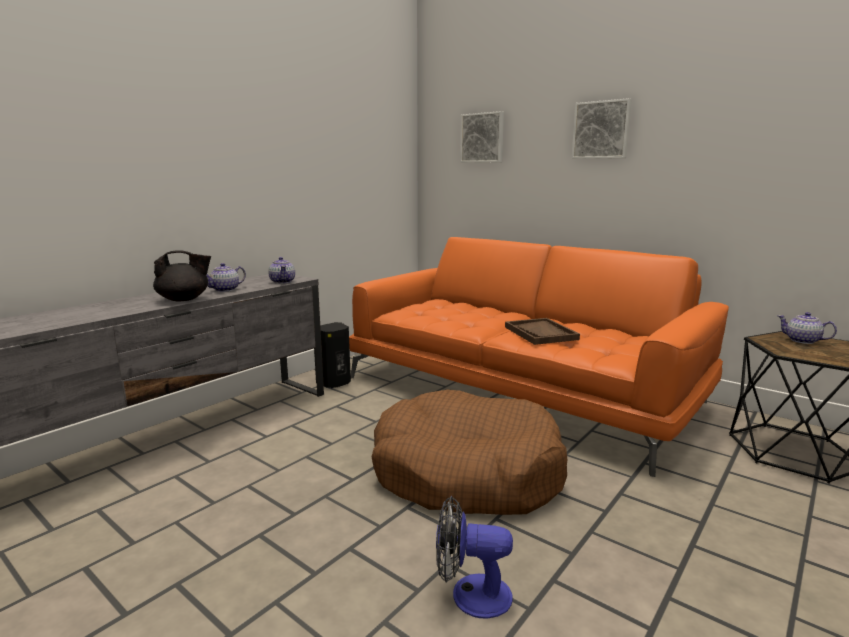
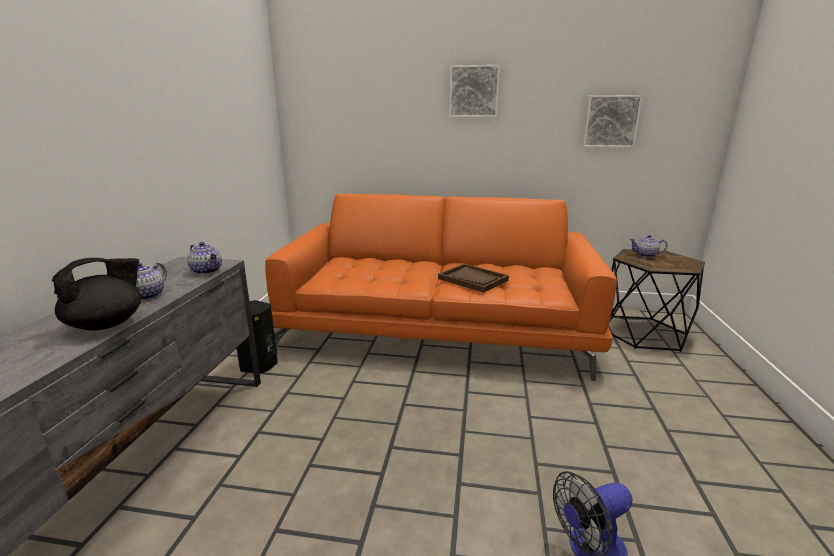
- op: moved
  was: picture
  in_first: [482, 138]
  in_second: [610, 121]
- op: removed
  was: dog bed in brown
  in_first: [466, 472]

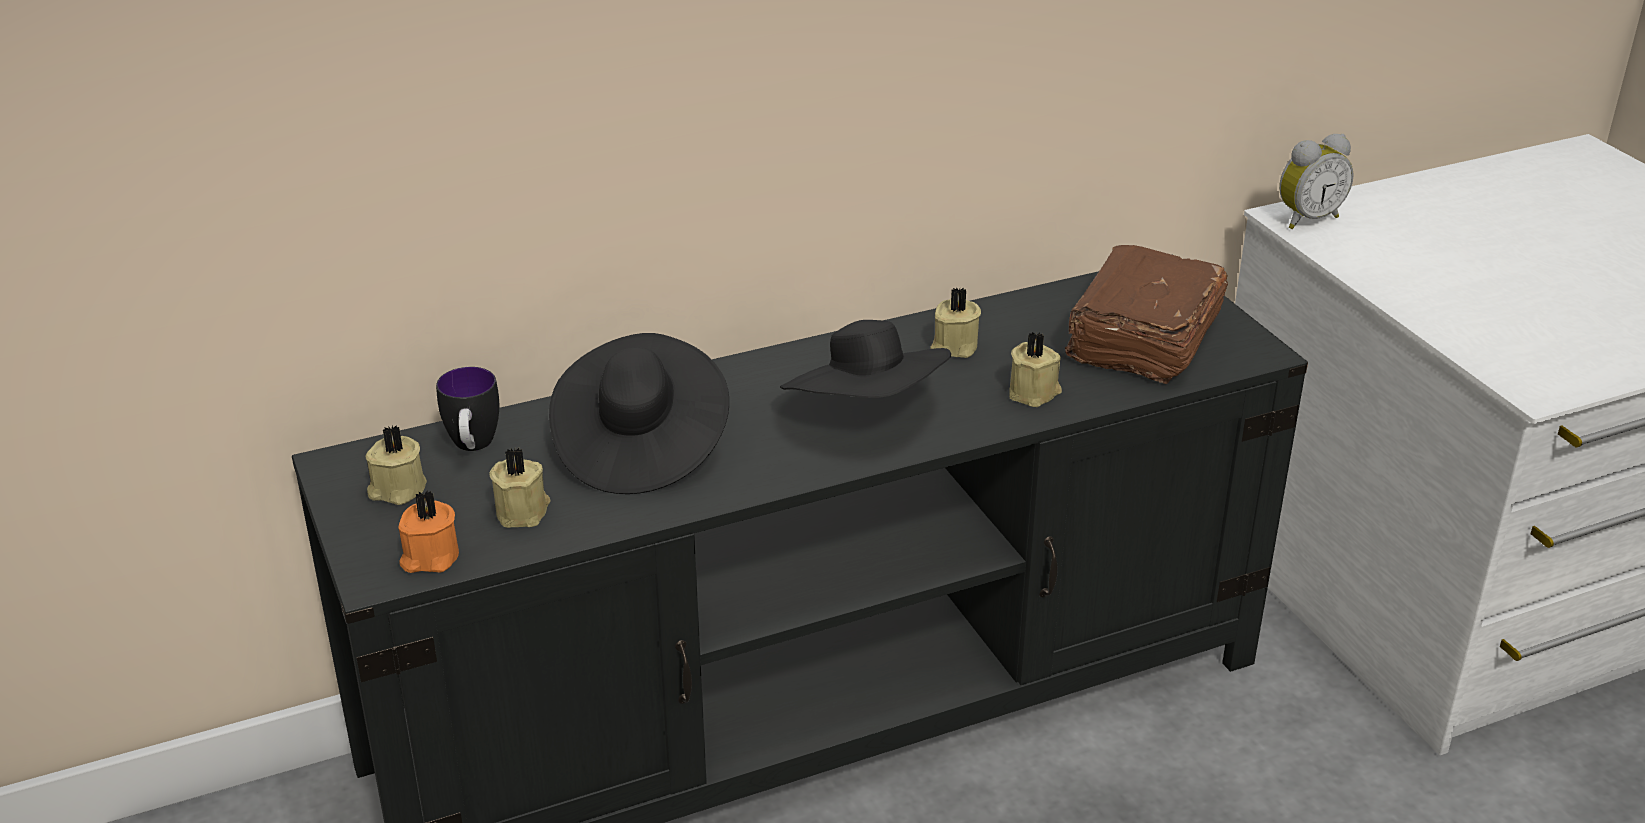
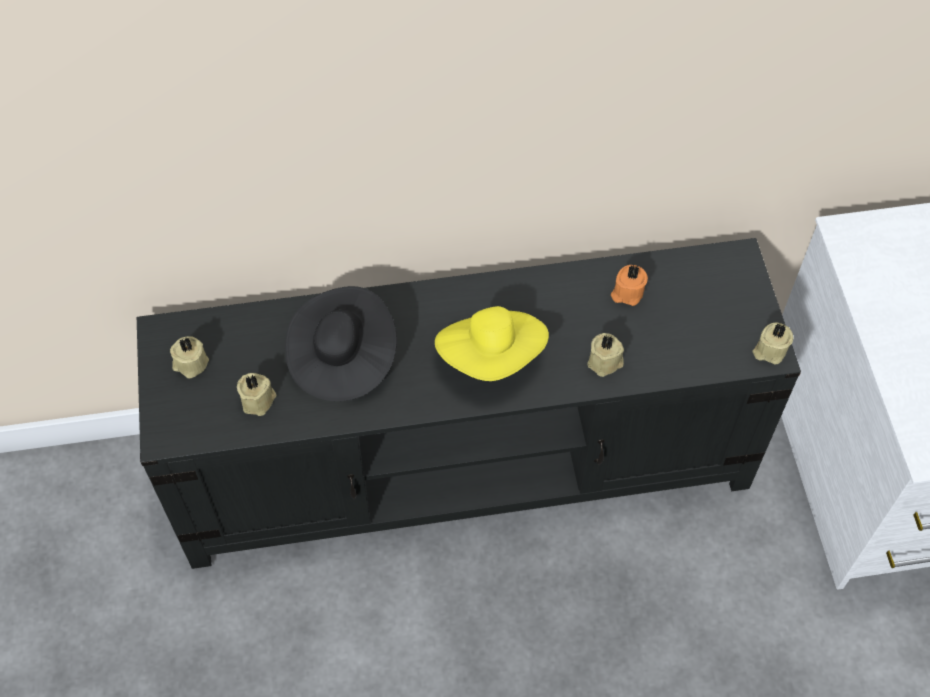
- op: removed
  was: alarm clock
  in_first: [1306, 219]
- op: removed
  was: book in brown
  in_first: [1142, 340]
- op: moved
  was: candle in beige
  in_first: [953, 347]
  in_second: [769, 350]
- op: recoloured
  was: hat in black
  now: hat in yellow
  in_first: [867, 411]
  in_second: [492, 356]
- op: removed
  was: mug
  in_first: [472, 447]
- op: moved
  was: candle in orange
  in_first: [429, 557]
  in_second: [627, 293]

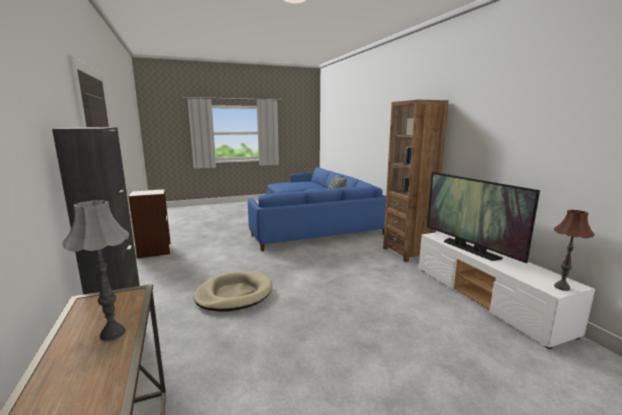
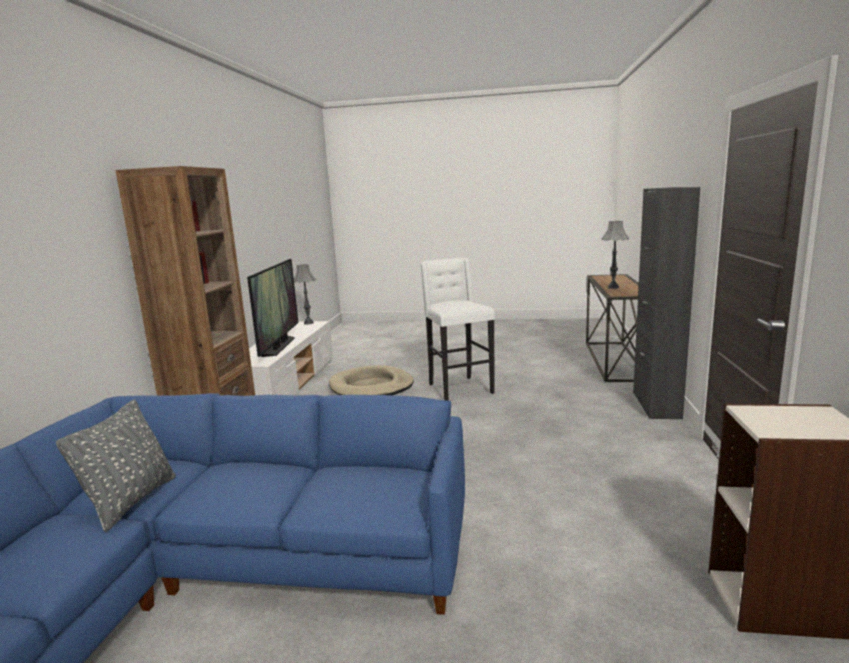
- op: recoloured
  was: table lamp in brown
  now: table lamp in grey
  in_first: [562, 287]
  in_second: [308, 323]
- op: moved
  was: dog bed in beige
  in_first: [234, 294]
  in_second: [371, 387]
- op: added
  now: stool in white
  in_second: [458, 389]

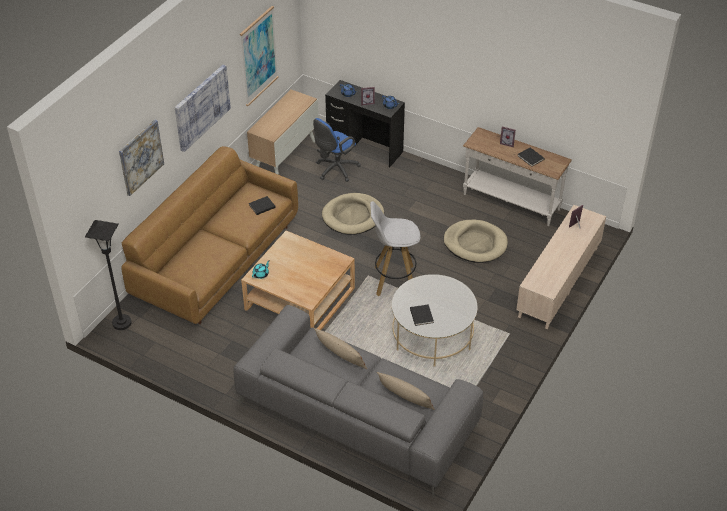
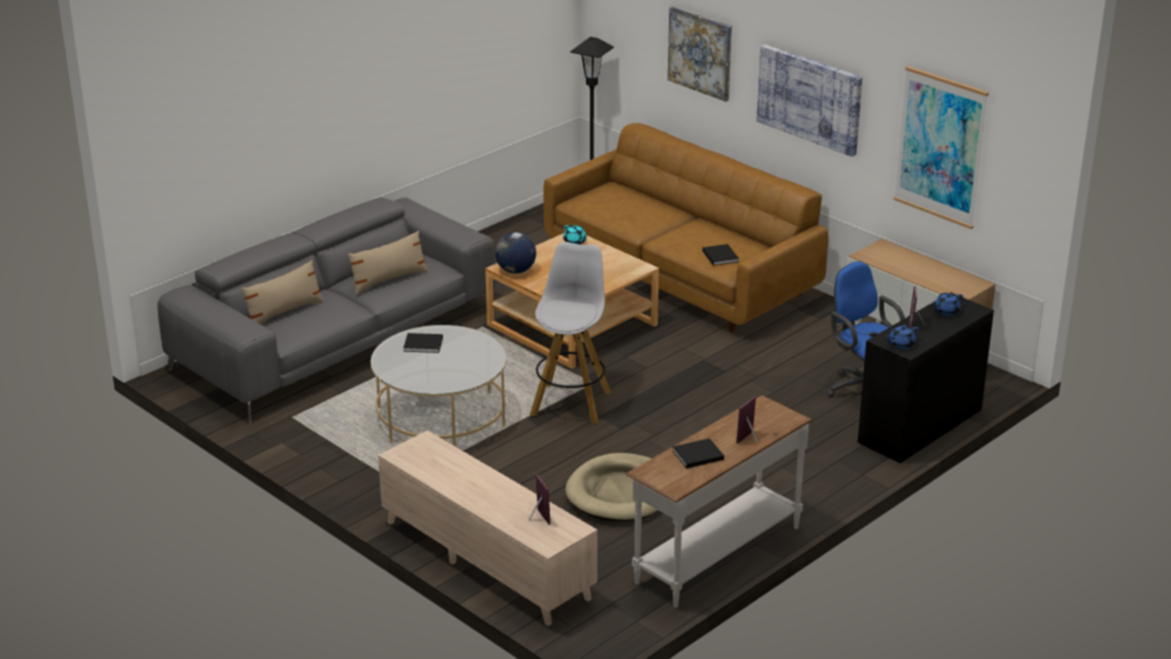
- op: removed
  was: dog bed in beige
  in_first: [353, 216]
- op: added
  now: globe
  in_second: [515, 271]

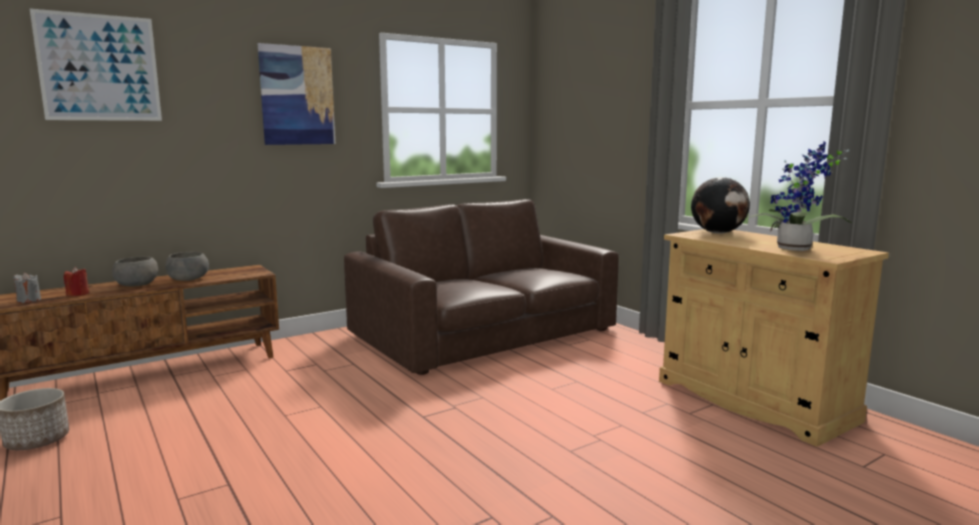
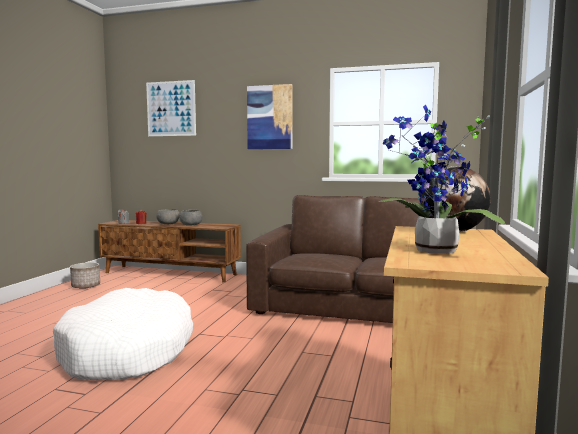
- op: added
  now: dog bed in white
  in_second: [128, 351]

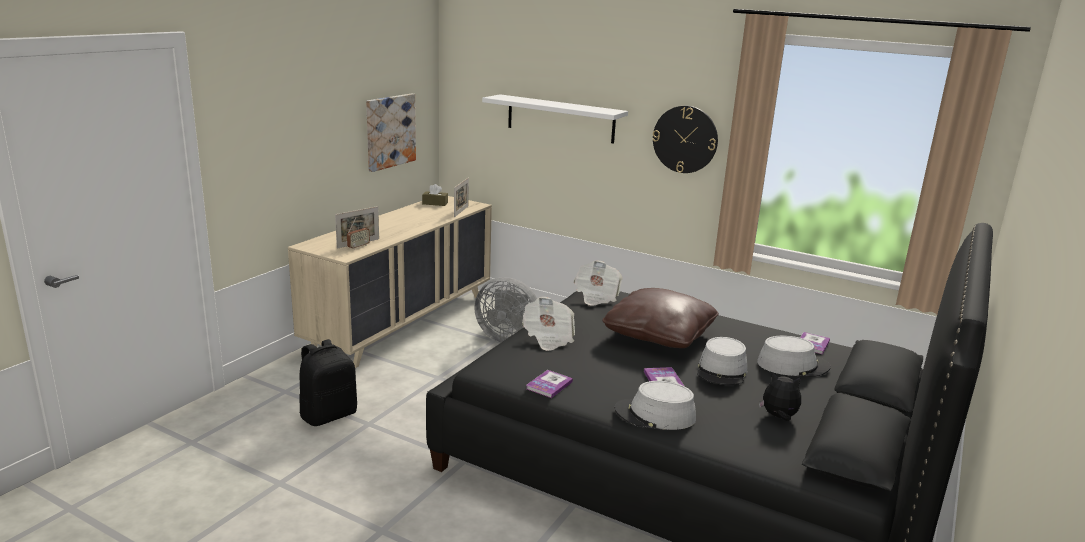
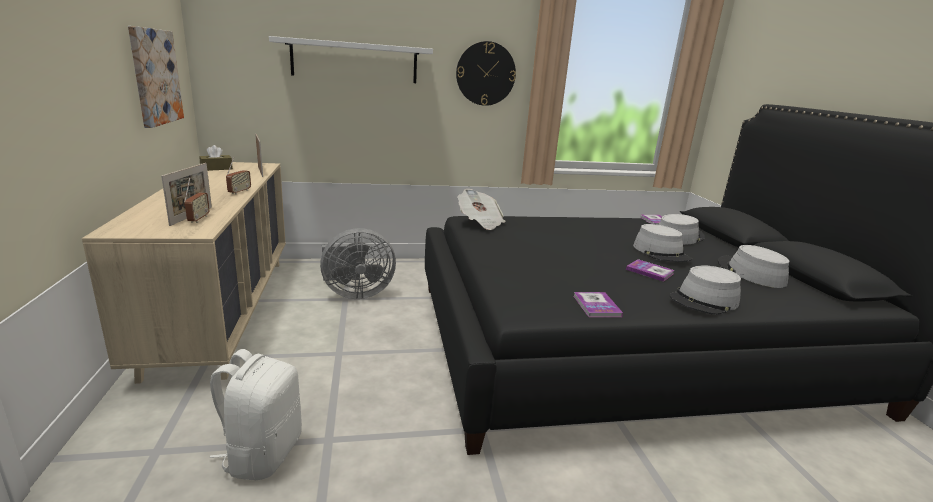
- op: removed
  was: pillow in brown
  in_first: [659, 334]
- op: removed
  was: newspaper
  in_first: [548, 338]
- op: recoloured
  was: backpack in black
  now: backpack in white
  in_first: [329, 415]
  in_second: [262, 453]
- op: replaced
  was: plush toy
  now: hat in grey
  in_first: [778, 417]
  in_second: [750, 273]
- op: added
  now: radio
  in_second: [239, 192]

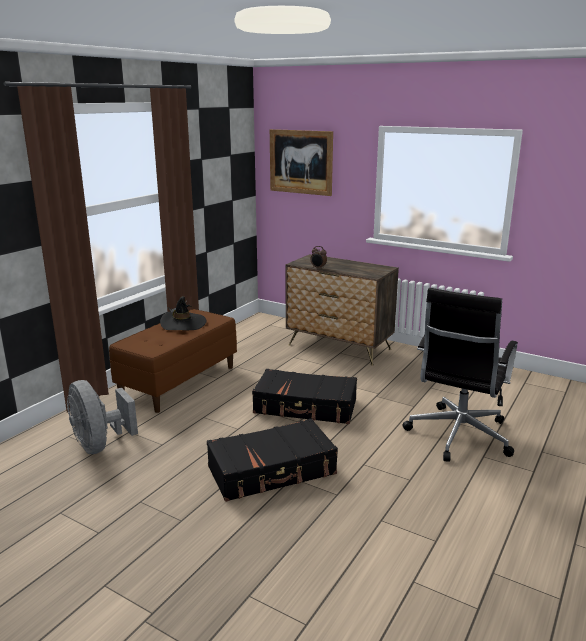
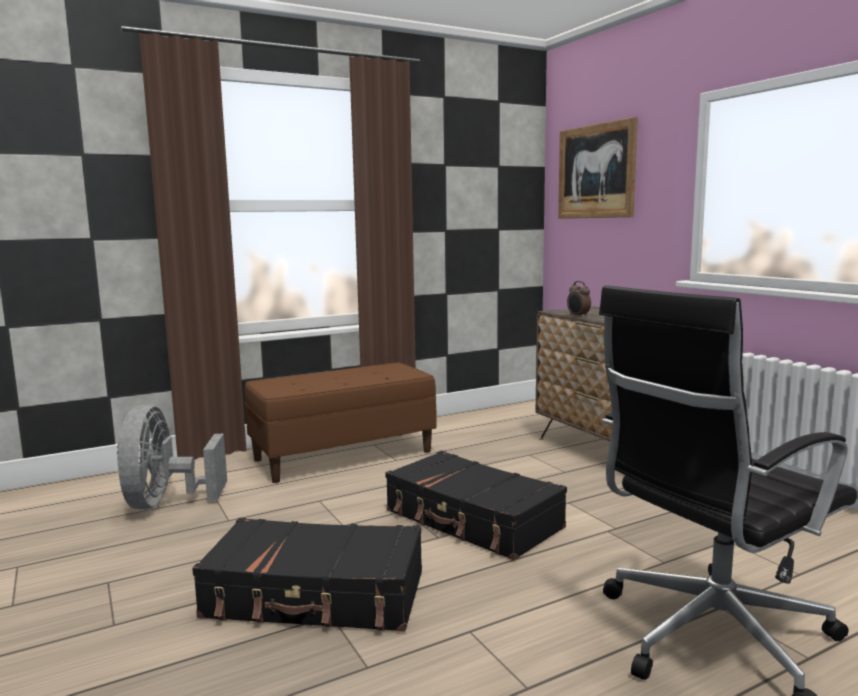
- op: removed
  was: hat in black
  in_first: [183, 323]

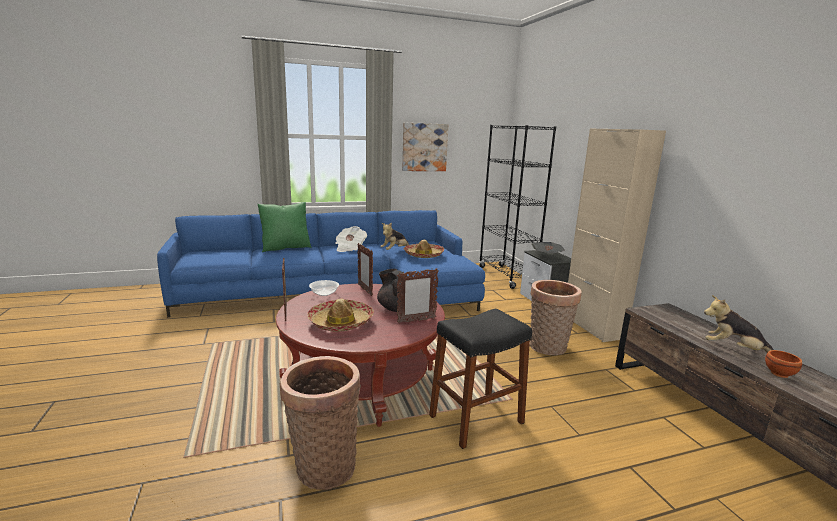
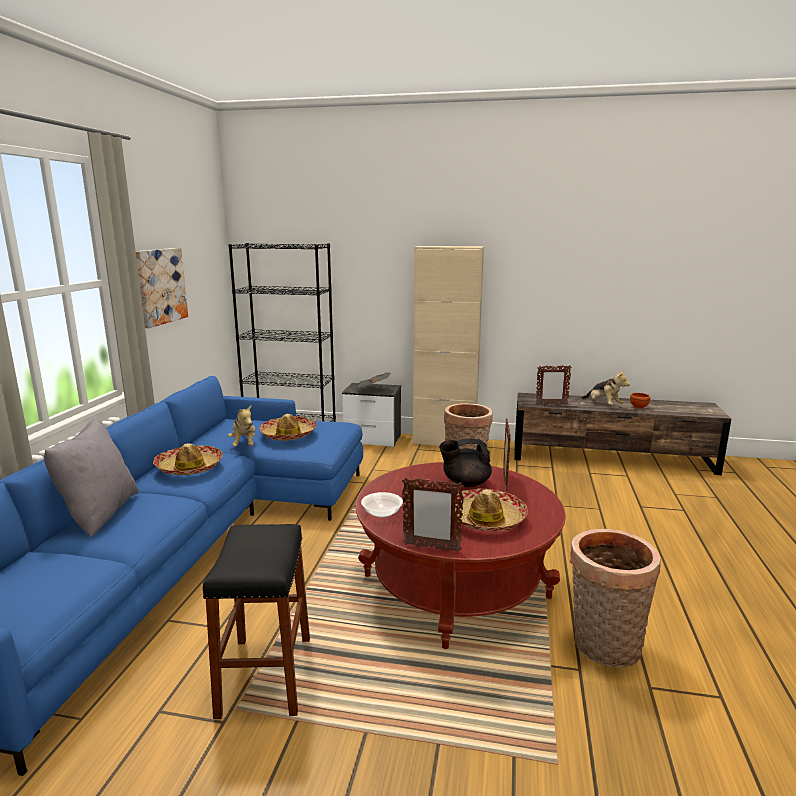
- op: recoloured
  was: pillow in green
  now: pillow in grey
  in_first: [285, 248]
  in_second: [99, 514]
- op: replaced
  was: newspaper
  now: hat
  in_first: [349, 248]
  in_second: [189, 467]
- op: moved
  was: picture frame
  in_first: [365, 290]
  in_second: [551, 405]
- op: turned
  was: plush toy
  in_first: [733, 349]
  in_second: [603, 404]
  clockwise: -90
- op: moved
  was: stool in black
  in_first: [476, 419]
  in_second: [265, 675]

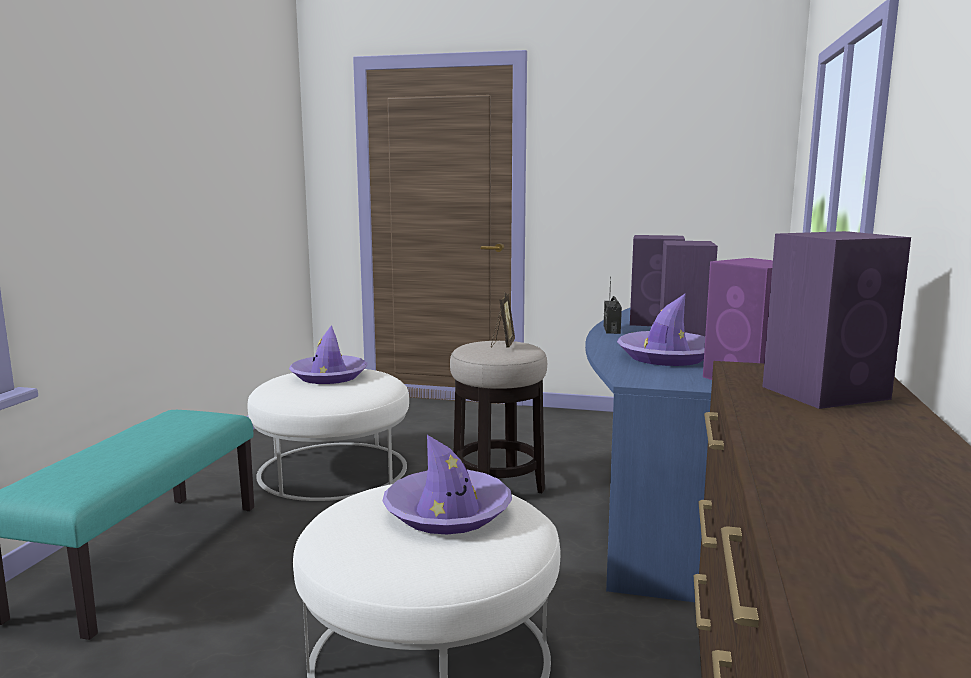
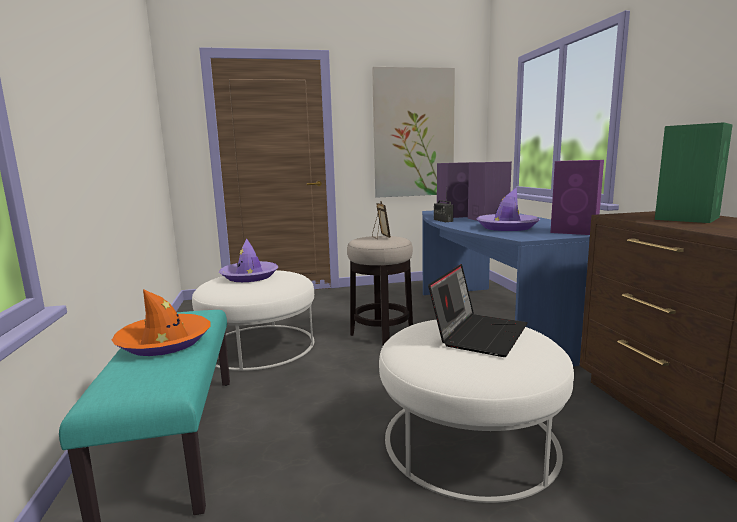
- op: recoloured
  was: speaker in purple
  now: speaker in green
  in_first: [827, 392]
  in_second: [687, 218]
- op: replaced
  was: hat in purple
  now: laptop
  in_first: [448, 512]
  in_second: [479, 334]
- op: added
  now: picture
  in_second: [413, 133]
- op: added
  now: hat in orange
  in_second: [165, 342]

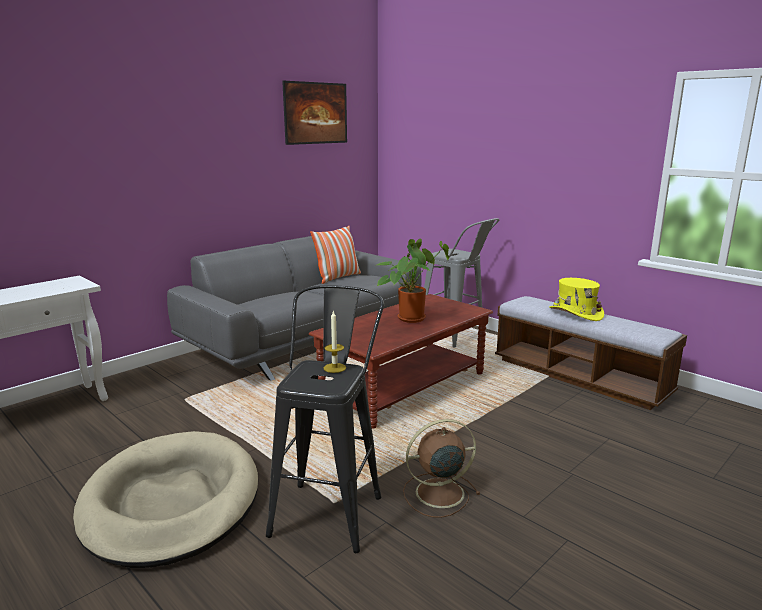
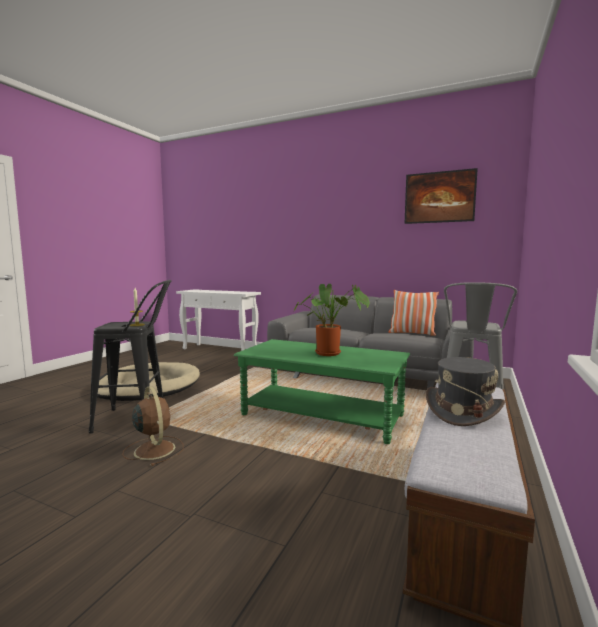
- op: recoloured
  was: hat in yellow
  now: hat in grey
  in_first: [575, 313]
  in_second: [462, 410]
- op: recoloured
  was: coffee table in brown
  now: coffee table in green
  in_first: [405, 387]
  in_second: [322, 416]

